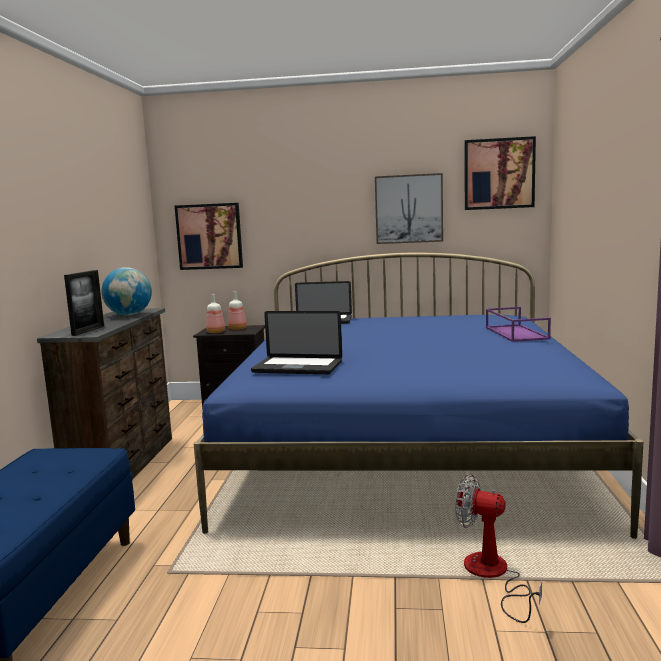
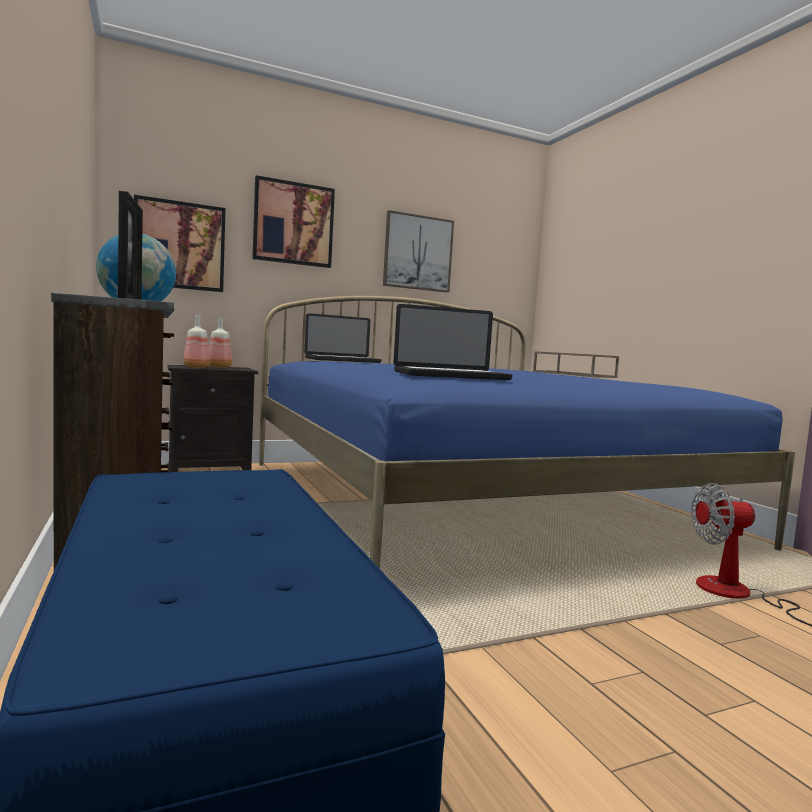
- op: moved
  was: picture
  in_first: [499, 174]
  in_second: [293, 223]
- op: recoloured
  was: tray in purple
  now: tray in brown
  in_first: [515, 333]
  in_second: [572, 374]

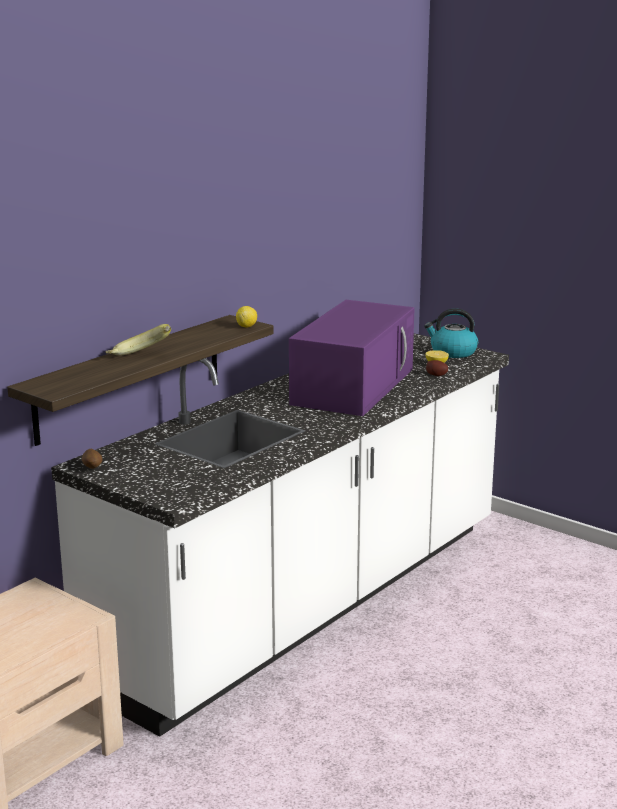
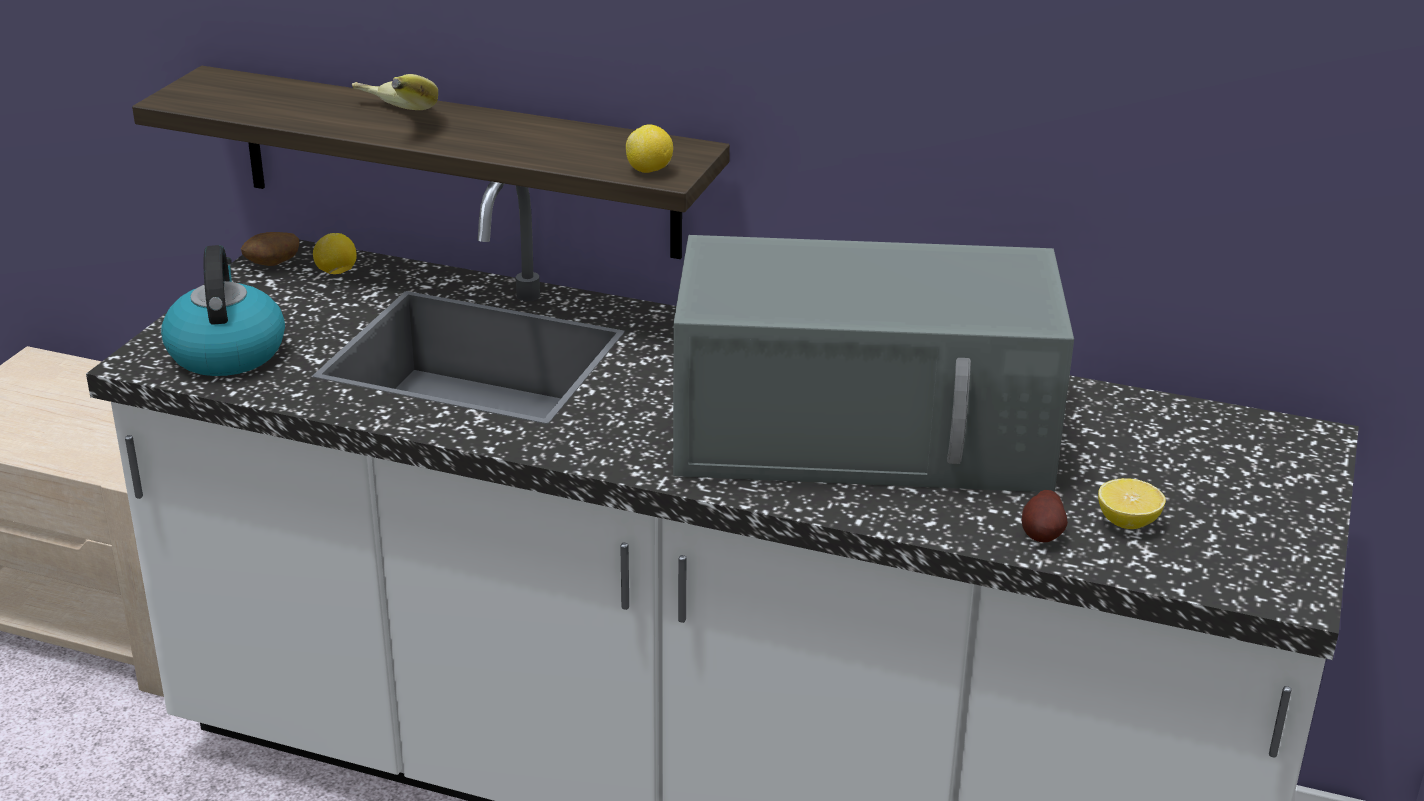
- op: recoloured
  was: microwave in purple
  now: microwave in grey
  in_first: [353, 385]
  in_second: [868, 432]
- op: moved
  was: kettle
  in_first: [452, 352]
  in_second: [226, 352]
- op: added
  now: lemon
  in_second: [336, 273]

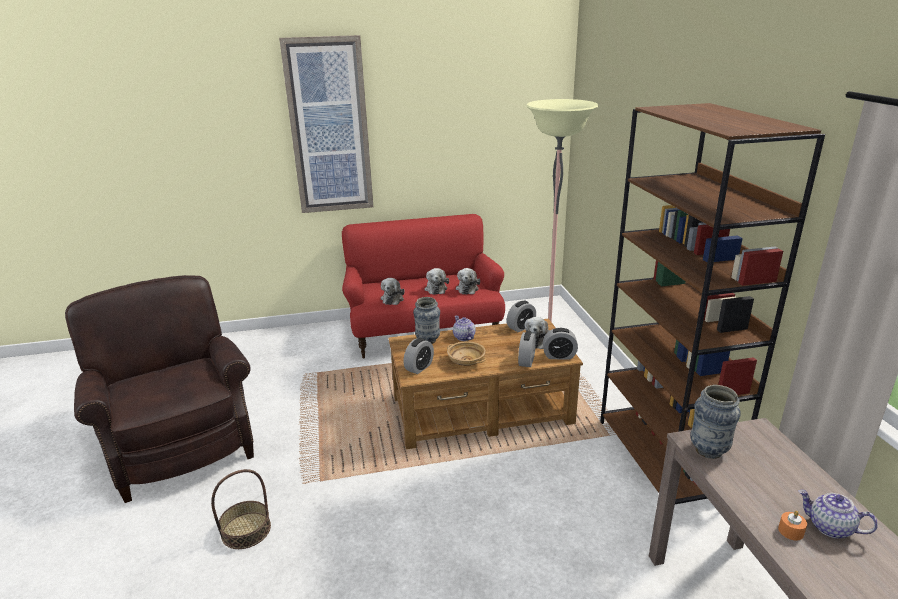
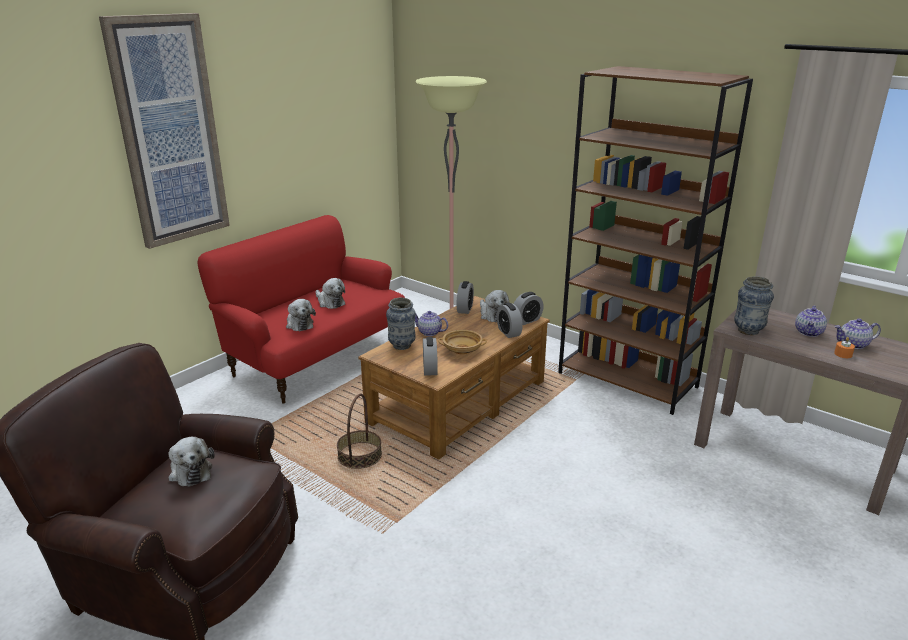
- op: moved
  was: plush toy
  in_first: [467, 288]
  in_second: [190, 471]
- op: moved
  was: basket
  in_first: [246, 530]
  in_second: [360, 455]
- op: added
  now: teapot
  in_second: [809, 332]

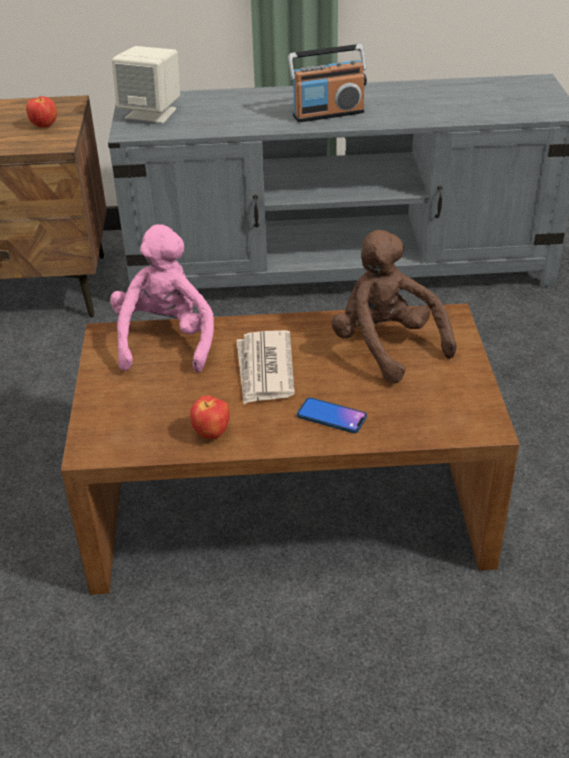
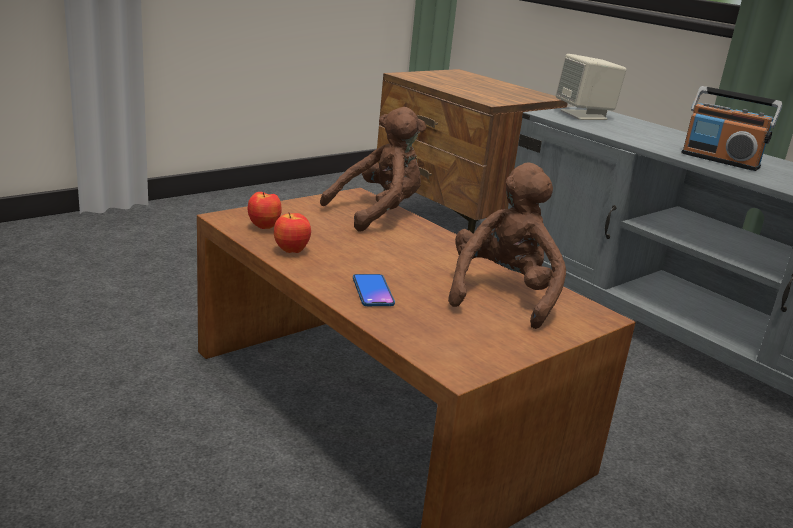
- op: moved
  was: apple
  in_first: [44, 126]
  in_second: [264, 227]
- op: recoloured
  was: plush toy in pink
  now: plush toy in brown
  in_first: [166, 340]
  in_second: [378, 213]
- op: removed
  was: newspaper
  in_first: [264, 370]

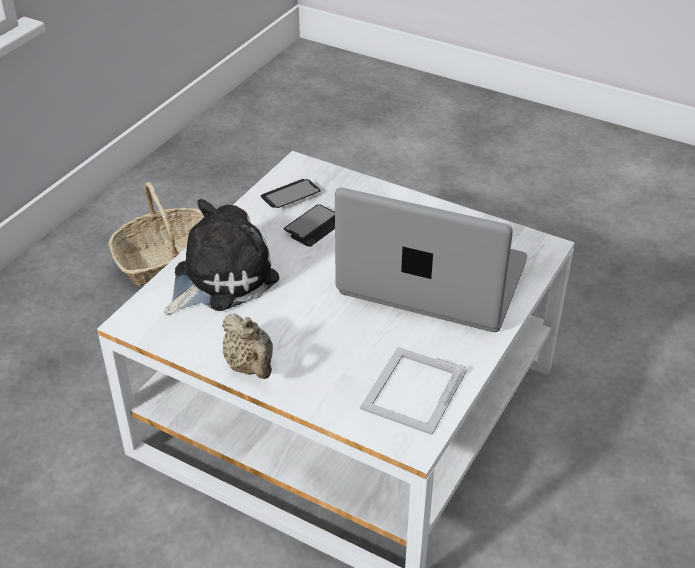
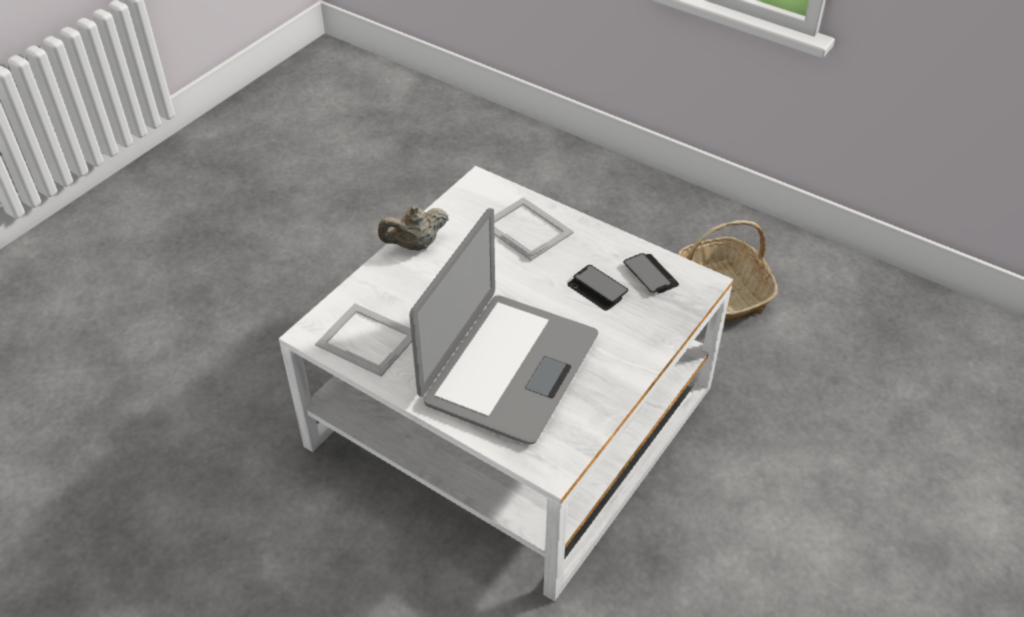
- op: replaced
  was: plush toy
  now: picture frame
  in_first: [219, 278]
  in_second: [526, 228]

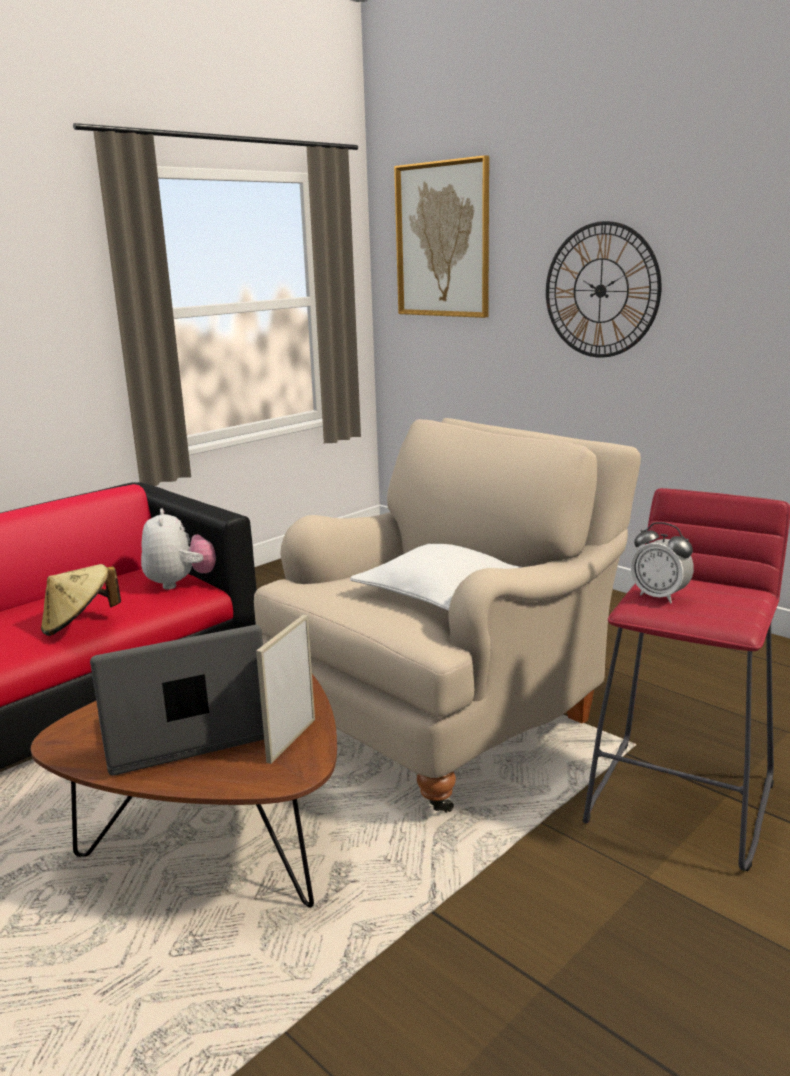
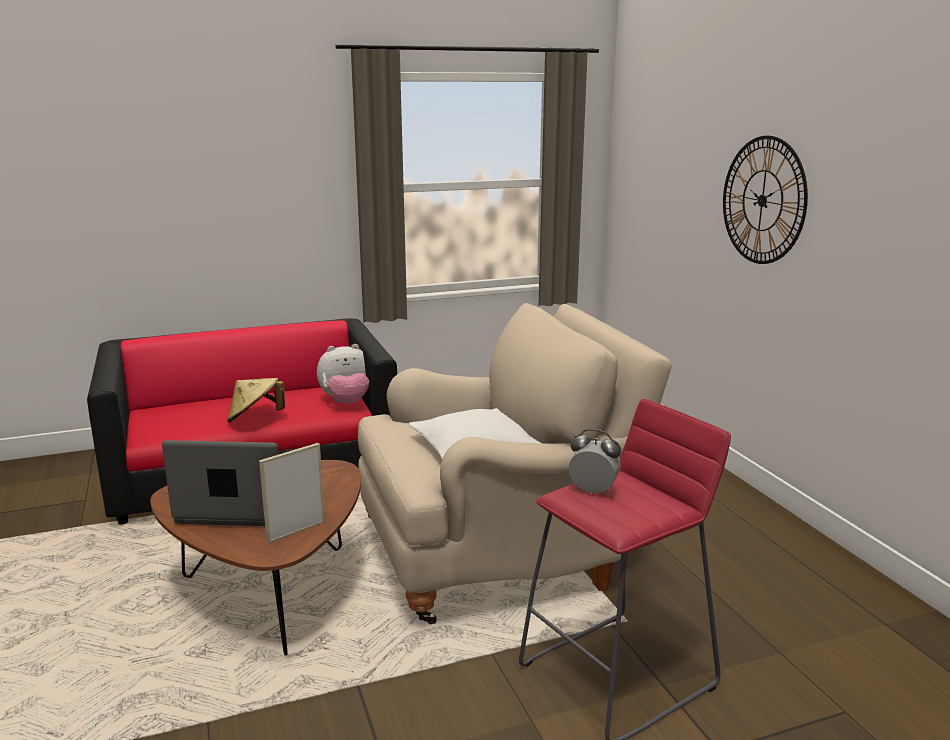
- op: removed
  was: picture
  in_first: [443, 240]
- op: turned
  was: plush toy
  in_first: [180, 583]
  in_second: [347, 402]
  clockwise: 60
- op: turned
  was: alarm clock
  in_first: [659, 596]
  in_second: [593, 491]
  clockwise: 135

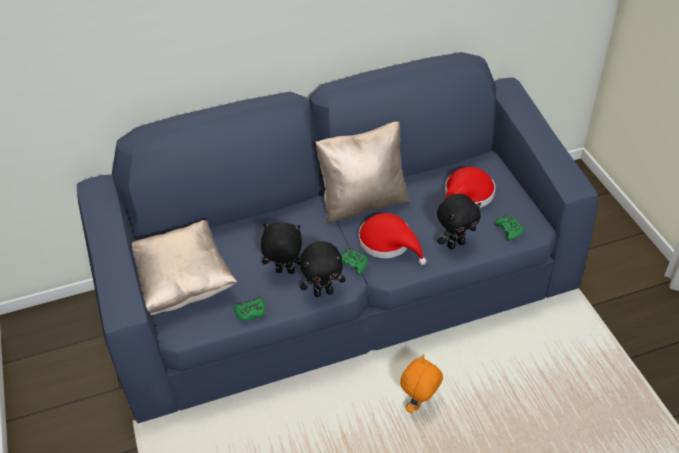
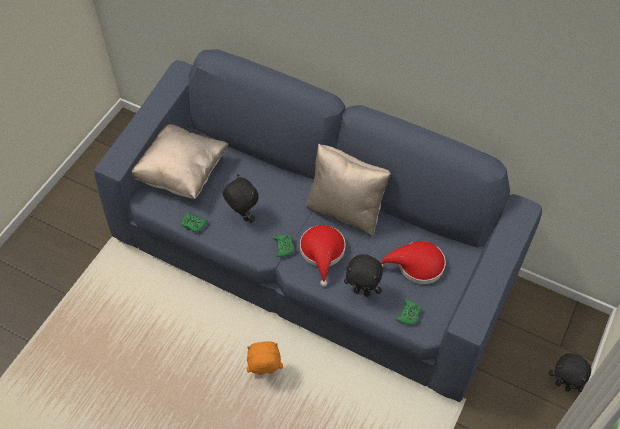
- op: moved
  was: plush toy in black
  in_first: [323, 292]
  in_second: [563, 385]

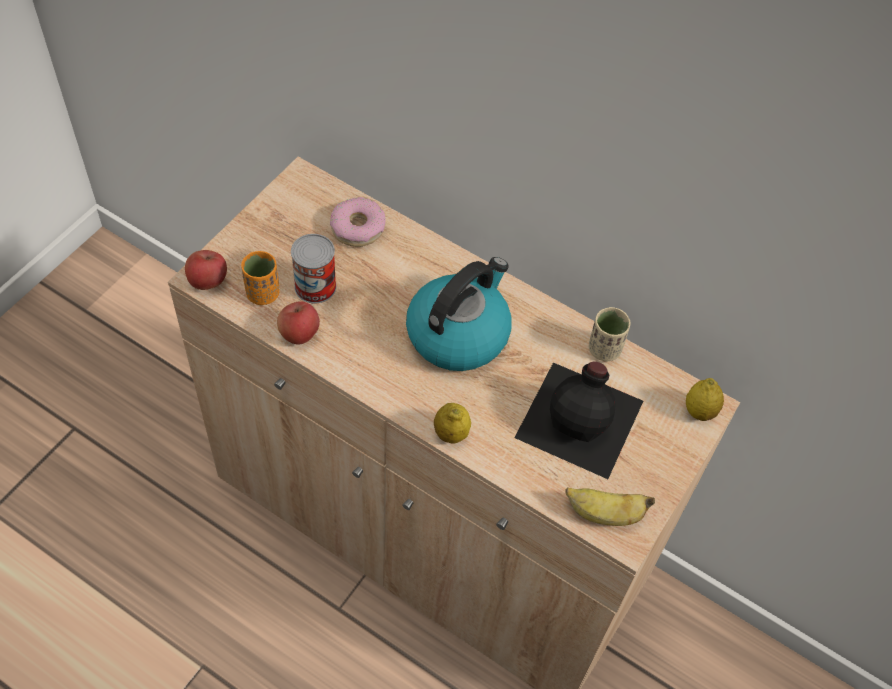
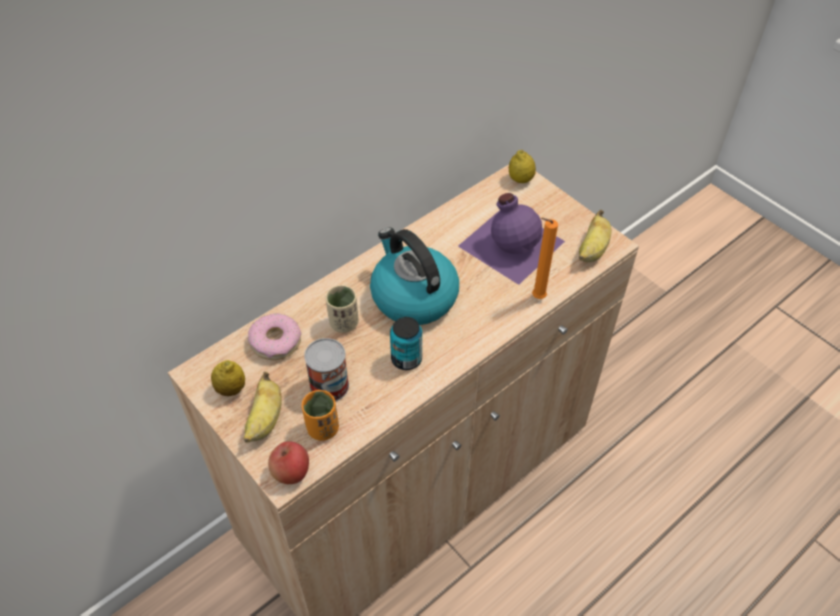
- op: removed
  was: apple
  in_first: [299, 334]
- op: moved
  was: cup in beige
  in_first: [604, 349]
  in_second: [344, 323]
- op: recoloured
  was: bottle in black
  now: bottle in purple
  in_first: [582, 418]
  in_second: [511, 242]
- op: moved
  was: lemon
  in_first: [451, 433]
  in_second: [231, 389]
- op: added
  now: candle in orange
  in_second: [536, 298]
- op: added
  now: can
  in_second: [406, 359]
- op: added
  now: banana
  in_second: [265, 420]

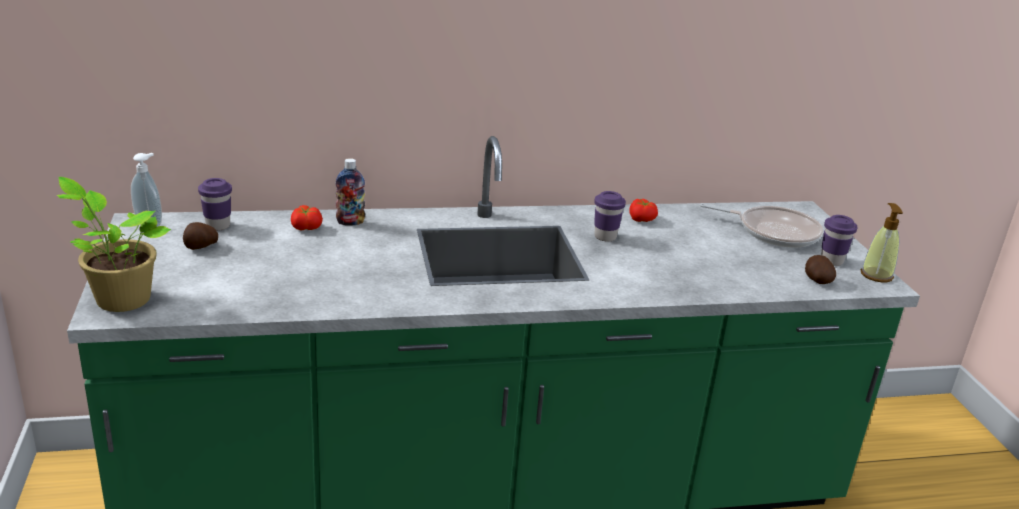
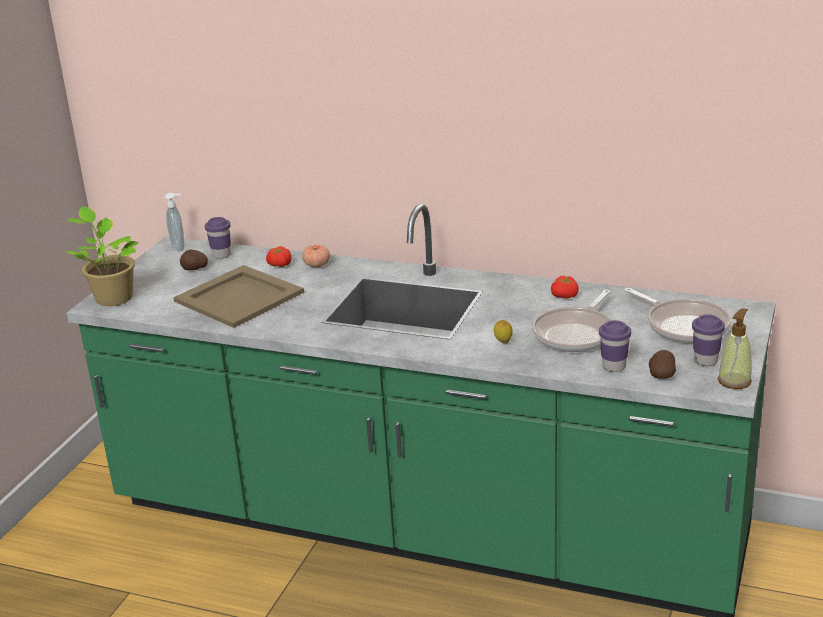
- op: replaced
  was: bottle
  now: tomato
  in_first: [350, 222]
  in_second: [316, 264]
- op: moved
  was: cup in purple
  in_first: [605, 237]
  in_second: [614, 366]
- op: added
  now: tray in beige
  in_second: [240, 297]
- op: added
  now: frying pan
  in_second: [576, 334]
- op: added
  now: lemon
  in_second: [503, 342]

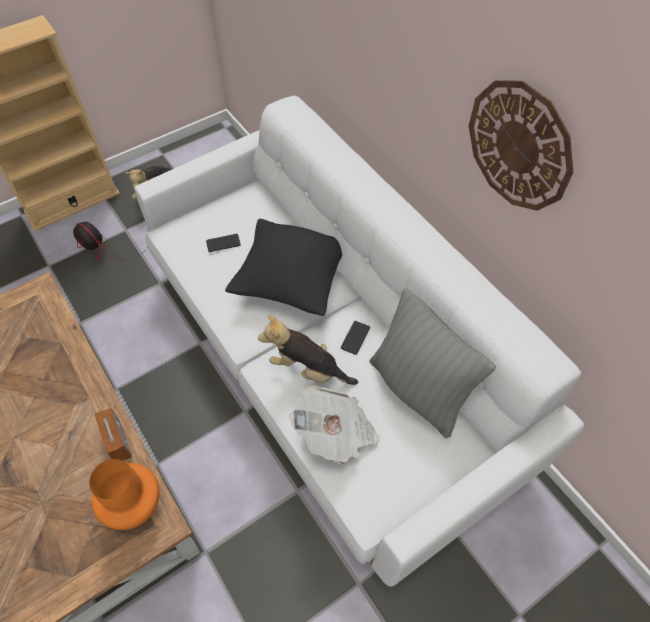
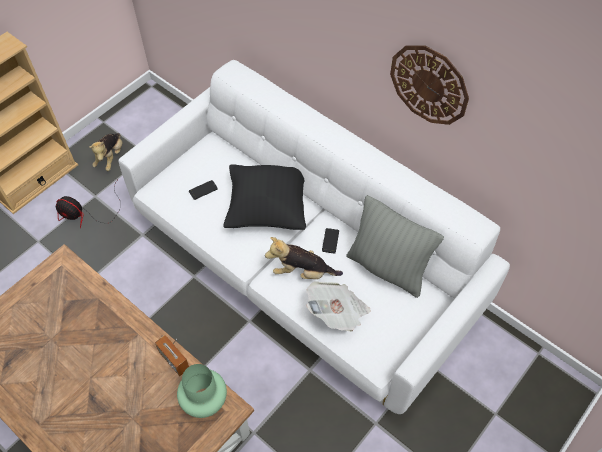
- op: recoloured
  was: vase in orange
  now: vase in green
  in_first: [135, 504]
  in_second: [205, 400]

